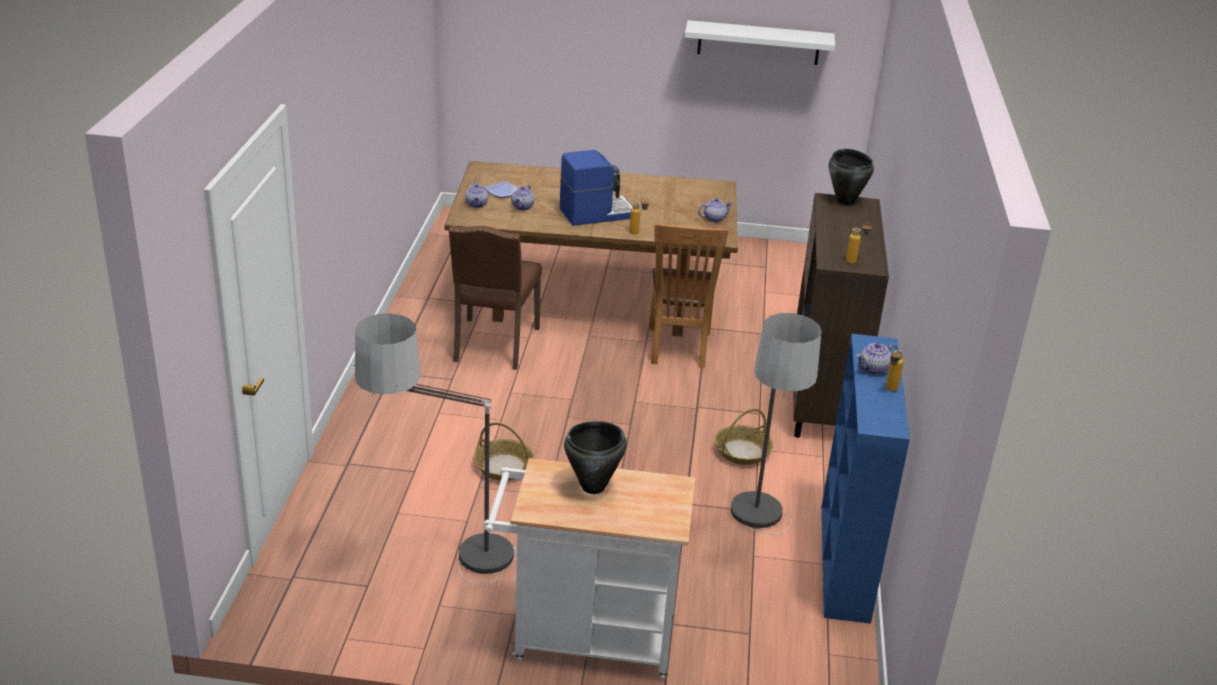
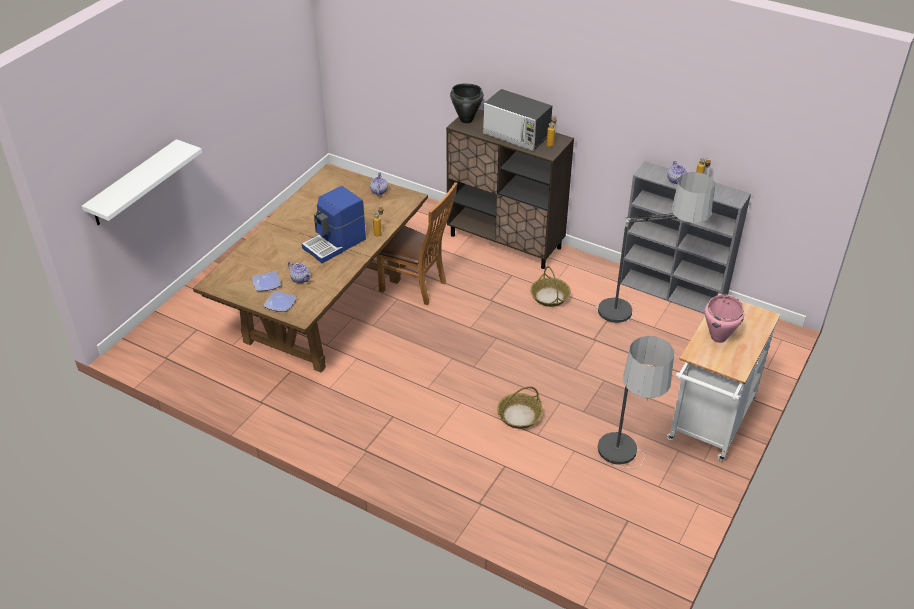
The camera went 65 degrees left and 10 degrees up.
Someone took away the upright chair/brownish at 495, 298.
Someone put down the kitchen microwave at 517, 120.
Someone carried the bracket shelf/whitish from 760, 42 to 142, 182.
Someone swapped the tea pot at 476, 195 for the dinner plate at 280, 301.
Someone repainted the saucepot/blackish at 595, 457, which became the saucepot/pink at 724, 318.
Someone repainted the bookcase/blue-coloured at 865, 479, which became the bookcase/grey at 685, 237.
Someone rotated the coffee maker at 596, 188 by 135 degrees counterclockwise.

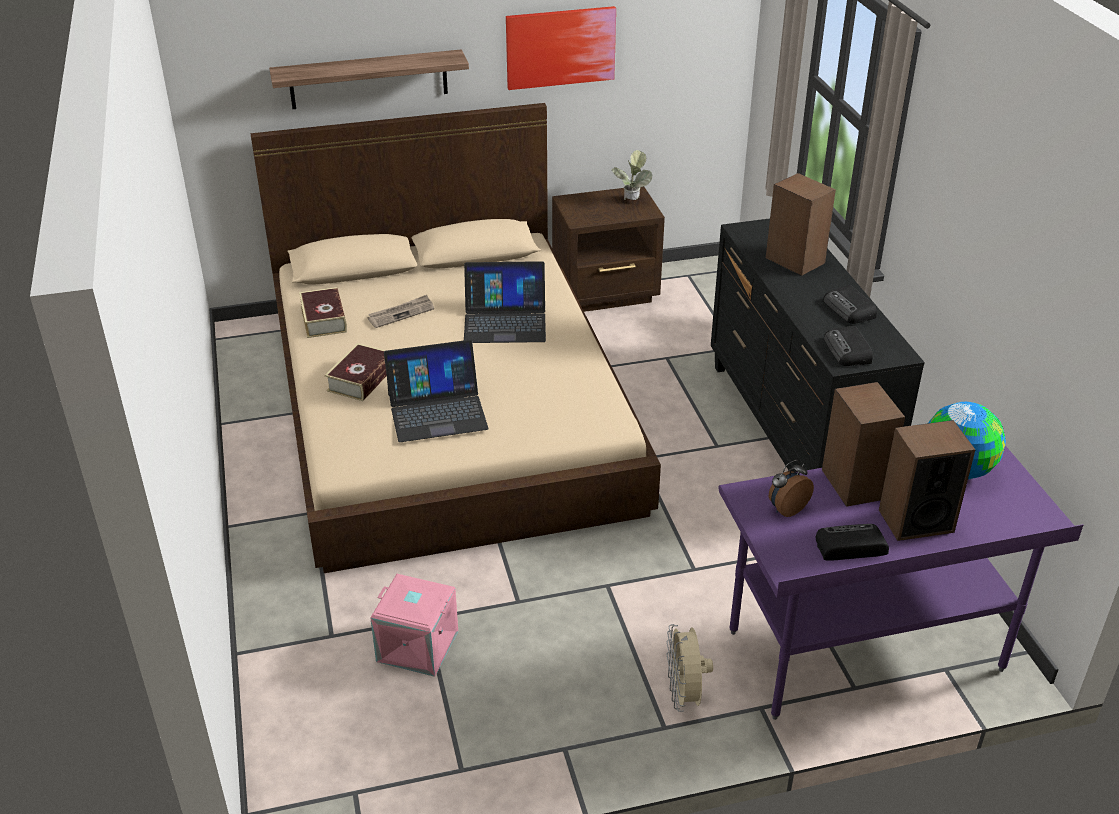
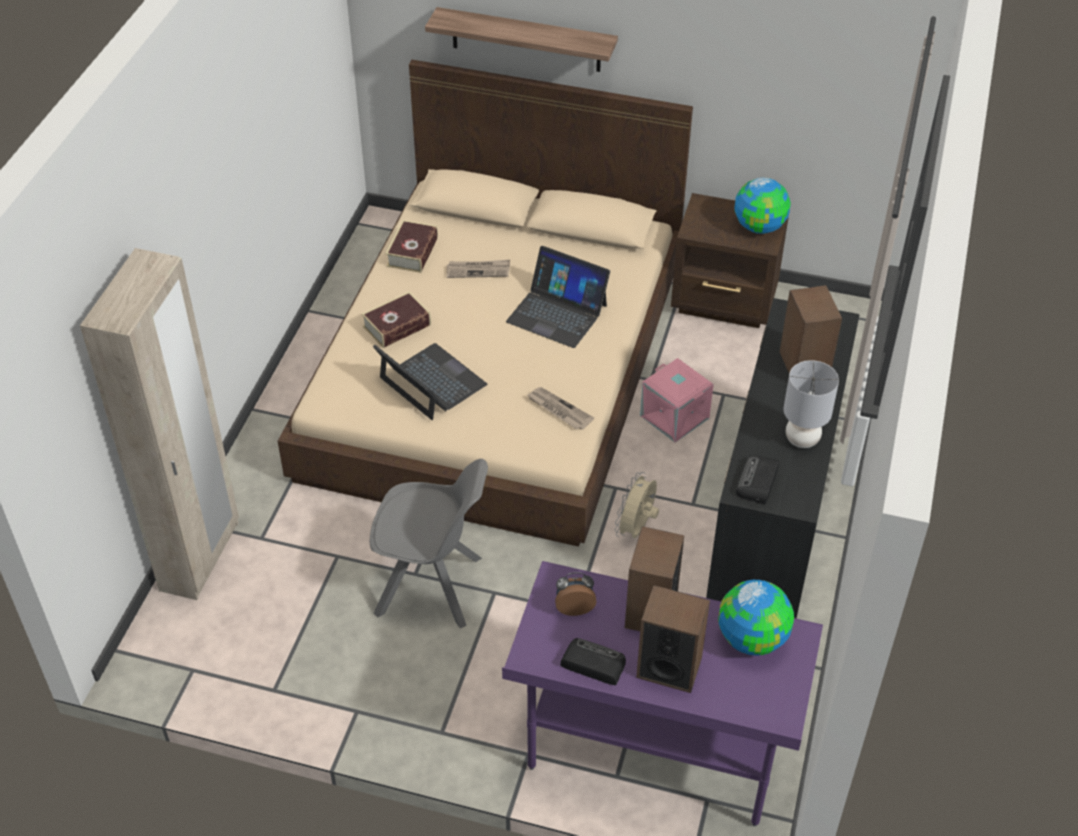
The camera went 30 degrees right and 10 degrees up.
Someone took away the wall picture at 561, 48.
Someone put down the clothes cupboard/beige-coloured at 159, 424.
Someone put down the upright chair/grey at 429, 543.
Someone put down the newspaper at 560, 408.
Someone carried the storage bin/pink from 414, 625 to 677, 400.
Someone carried the cooling fan/beige-coloured from 689, 668 to 637, 505.
Someone swapped the houseplant at 632, 175 for the world globe at 762, 206.
Someone swapped the radio set at 850, 304 for the table lamp/grey at 811, 404.
Someone rotated the notebook computer at 436, 391 by 150 degrees counterclockwise.

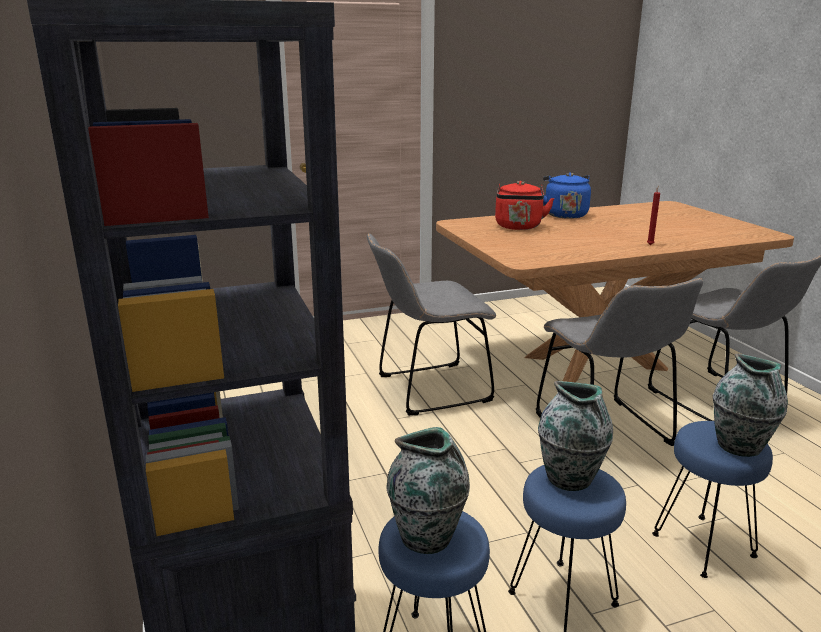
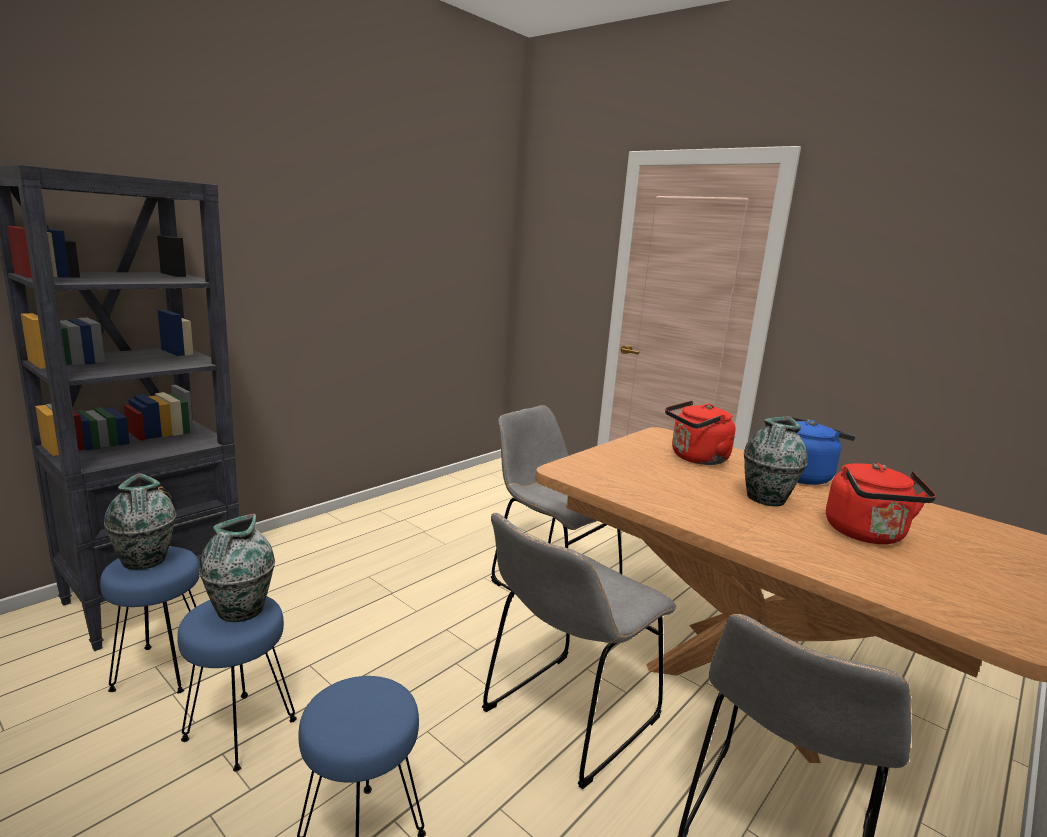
The camera went 60 degrees right and 5 degrees down.
Someone took away the wax light/red-coloured at 653, 215.
Someone put down the tea kettle/red-coloured at 881, 503.
Someone carried the decorative vase from 750, 405 to 775, 461.

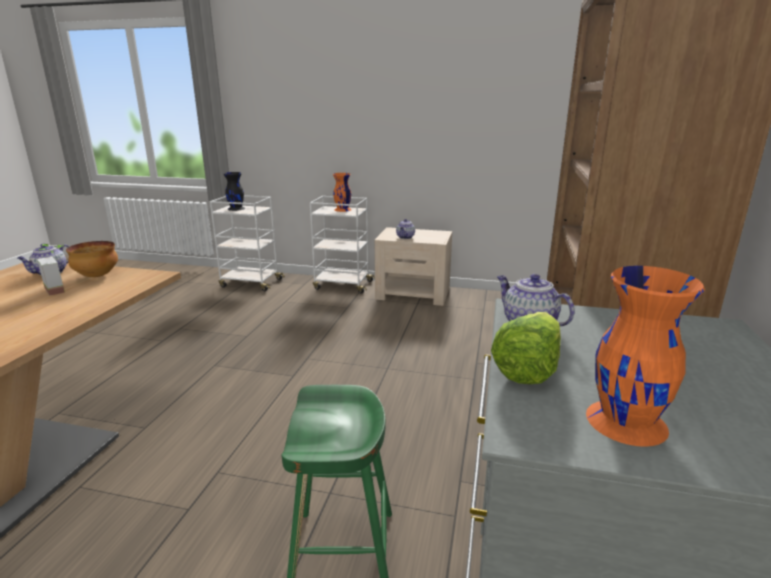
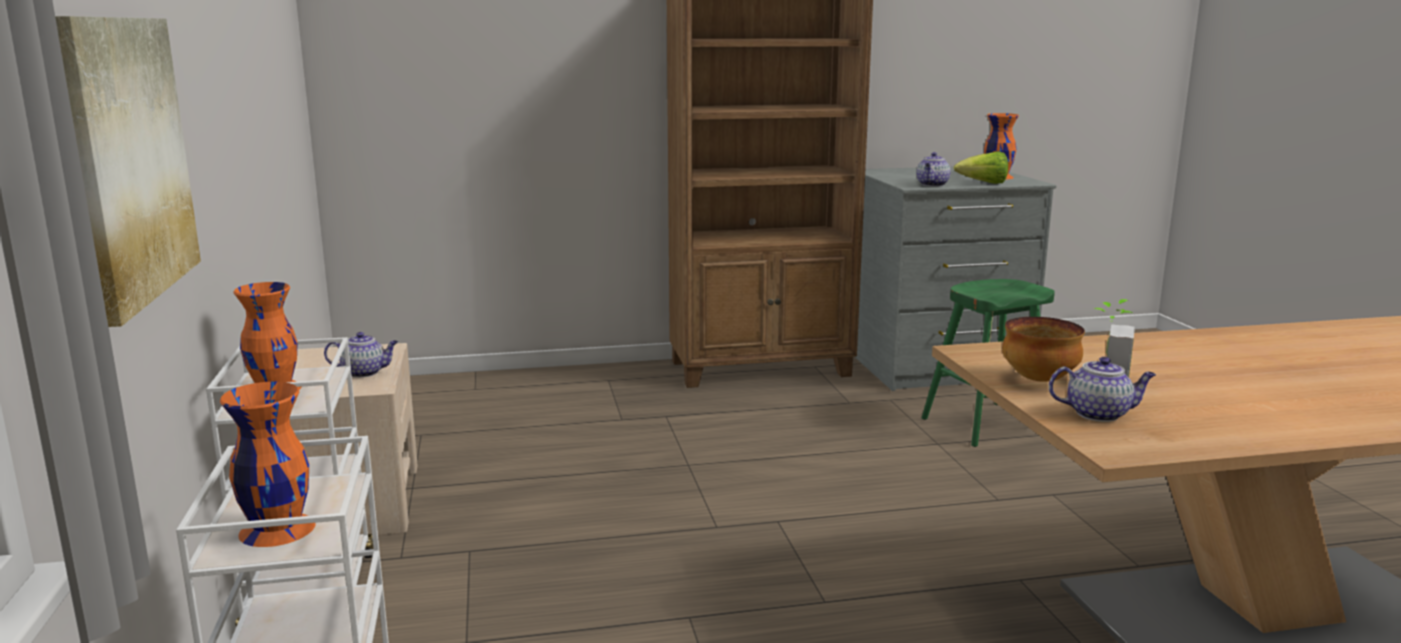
The camera went 115 degrees left and 5 degrees down.
Someone put up the wall picture at 128, 171.
Someone repainted the decorative vase/blackish at 234, 191, which became the decorative vase/orange-coloured at 268, 464.

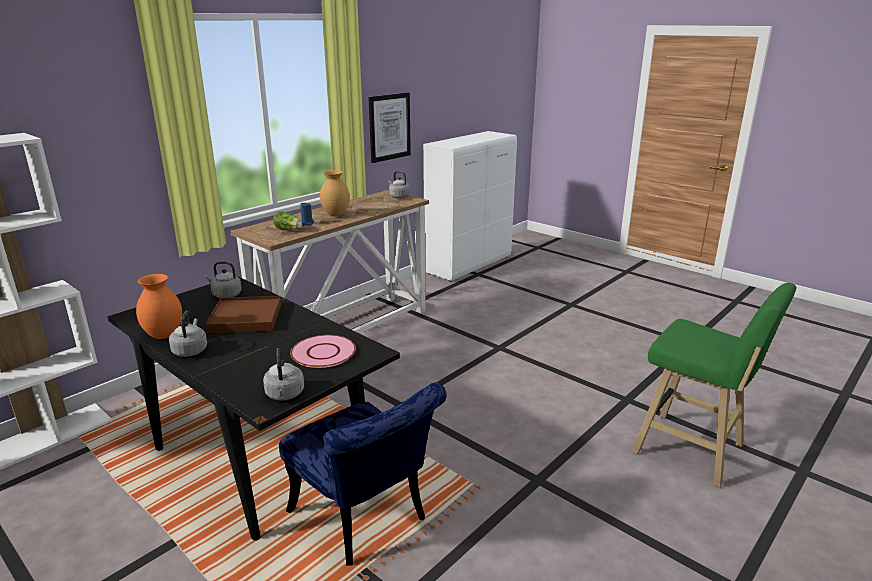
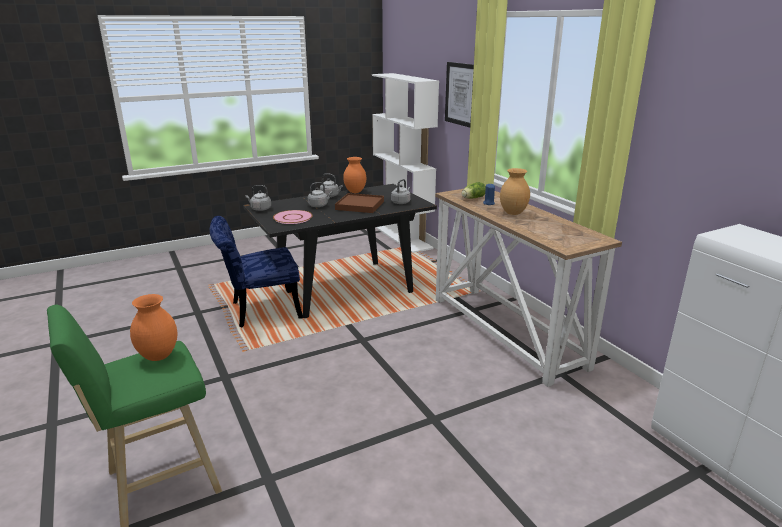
The camera went 110 degrees right and 0 degrees up.
Someone put down the decorative vase/orange-coloured at 153, 327.
Someone carried the wall picture from 389, 128 to 459, 95.
Someone carried the tea kettle/grey from 399, 185 to 320, 194.

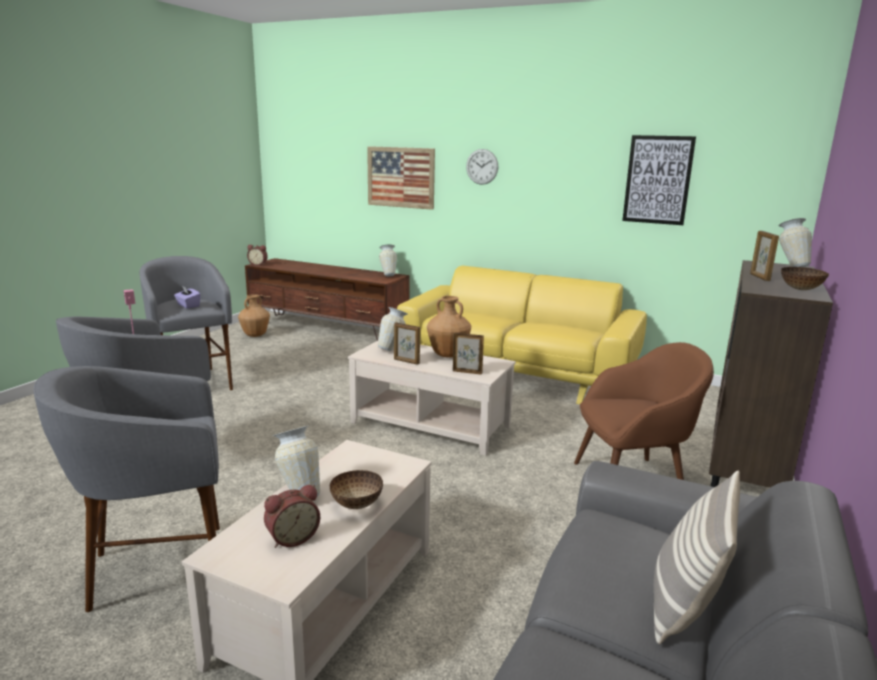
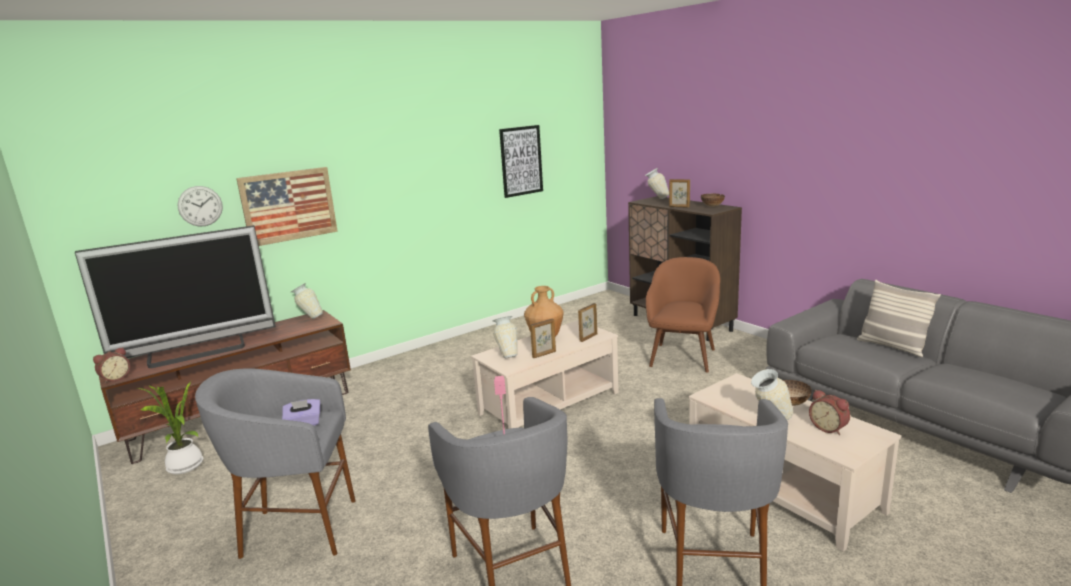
The camera went 60 degrees left and 0 degrees up.
Someone took away the couch/yellow at 522, 335.
Someone put down the TV at 175, 296.
Someone carried the hanging clock from 482, 167 to 200, 206.
Someone swapped the decorative vase/brownish at 254, 315 for the houseplant at 169, 427.
Someone rotated the bedside clock at 292, 516 by 150 degrees clockwise.

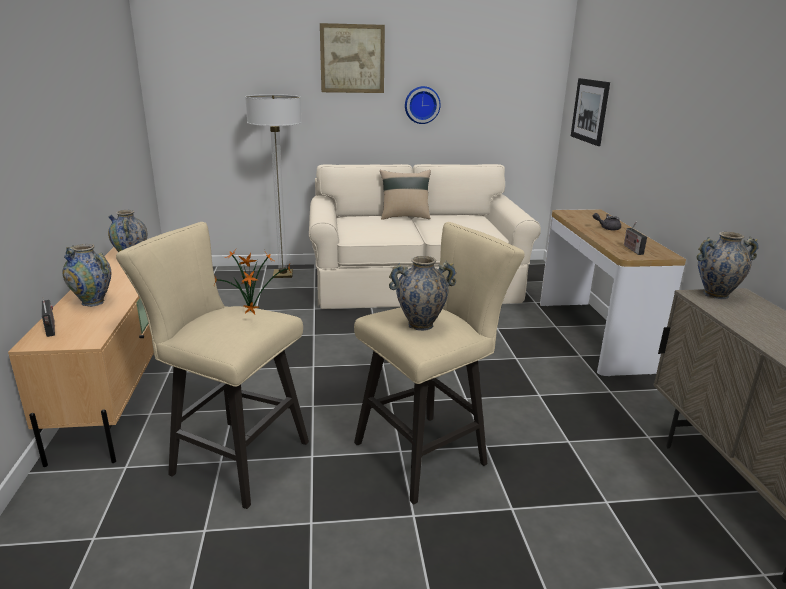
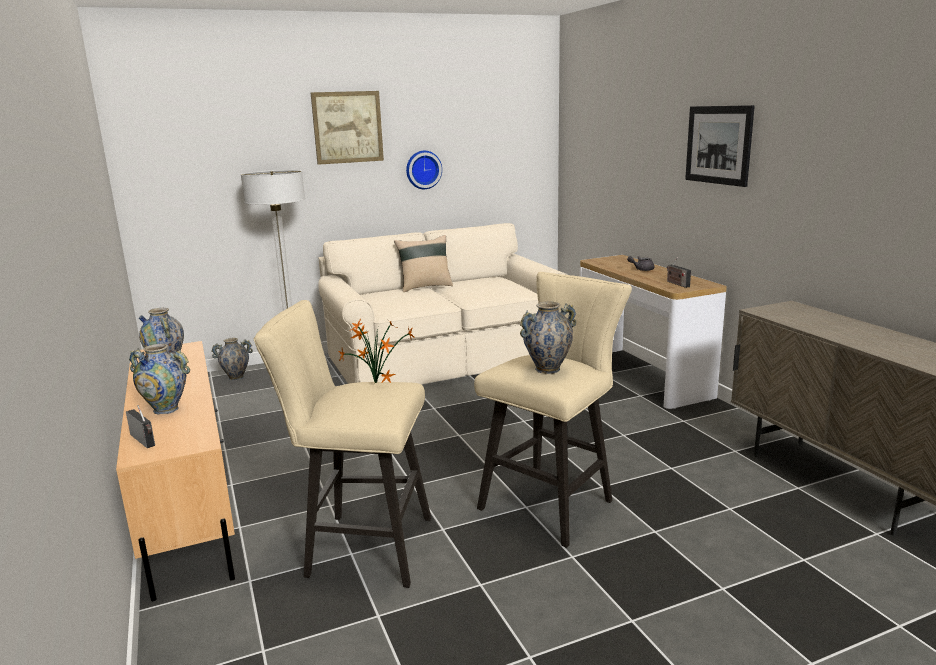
The camera went 15 degrees left and 5 degrees down.
Someone carried the wall picture from 590, 112 to 720, 146.
Someone carried the decorative vase from 728, 265 to 232, 359.

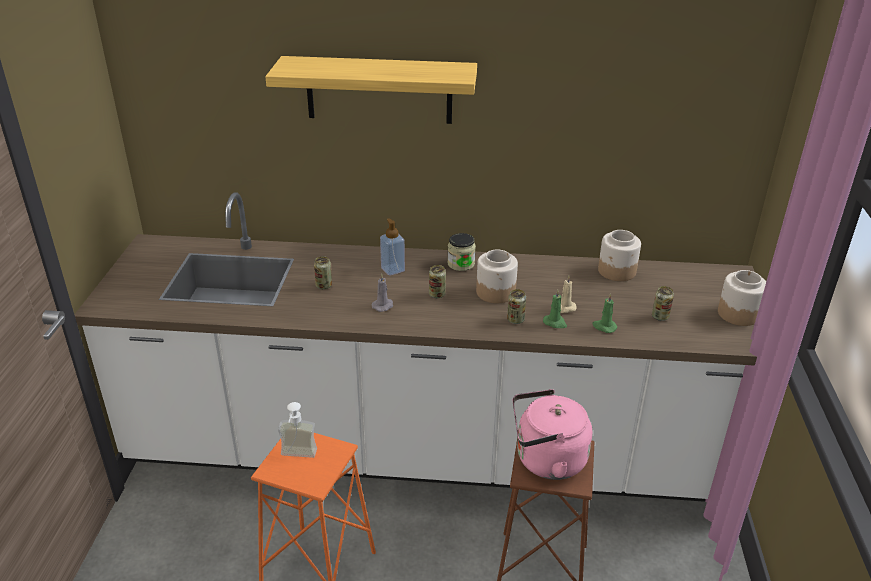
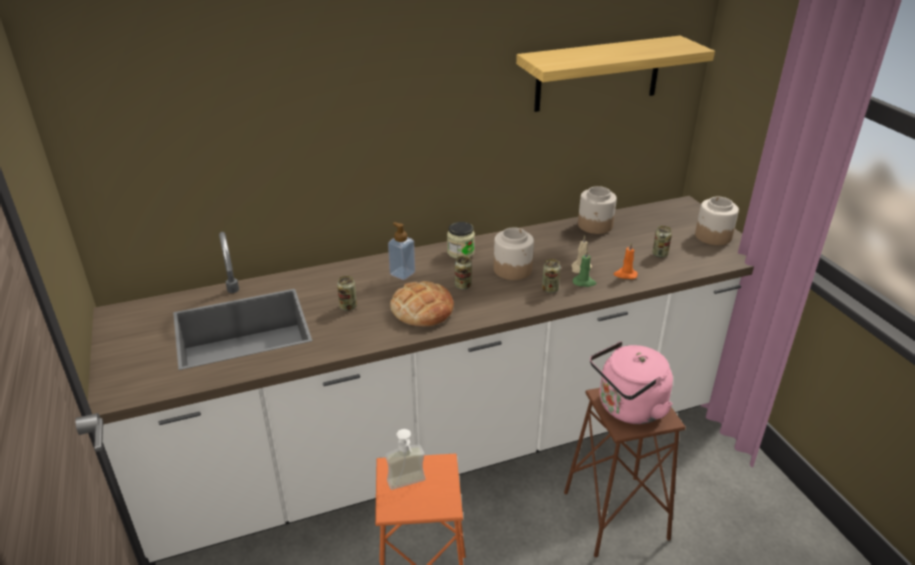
The camera went 25 degrees left and 0 degrees up.
Someone carried the bracket shelf from 371, 90 to 615, 74.
Someone swapped the wax light/grey at 382, 292 for the bakery bread at 422, 304.
Someone repainted the wax light/green-coloured at 604, 313, which became the wax light/orange-coloured at 626, 261.

